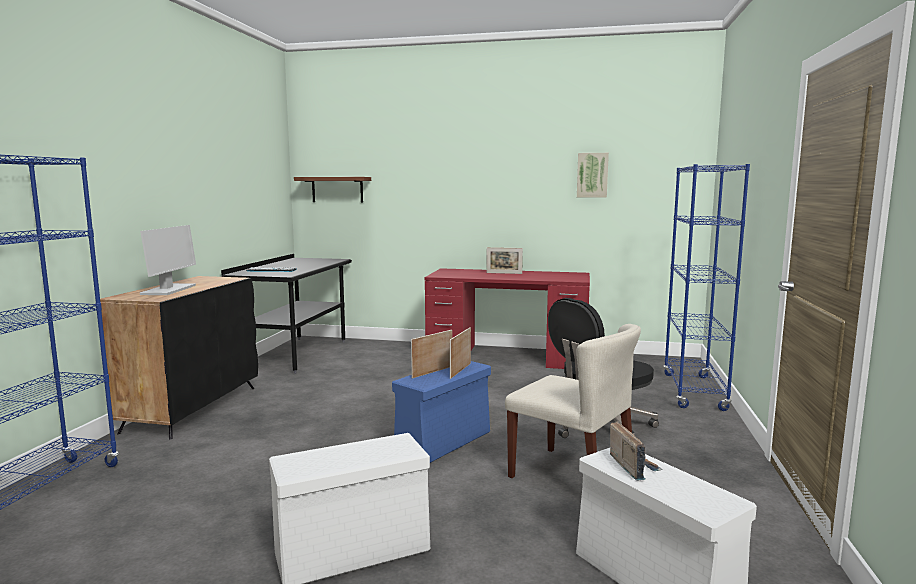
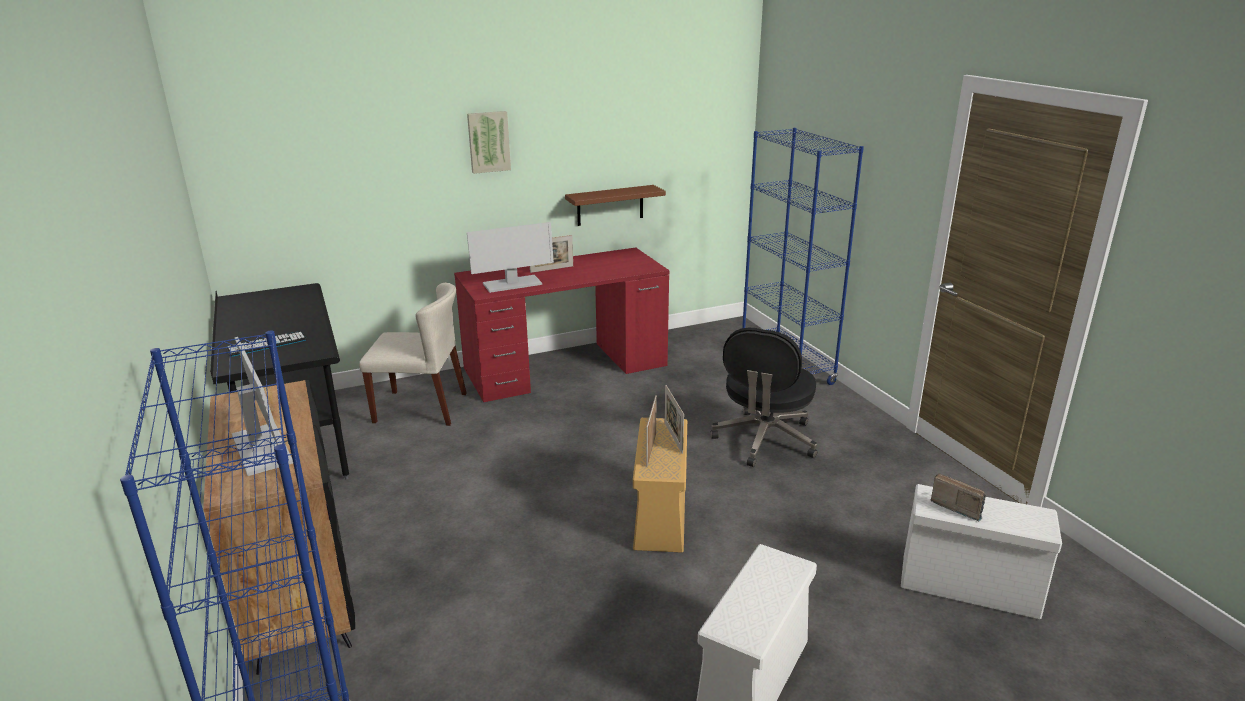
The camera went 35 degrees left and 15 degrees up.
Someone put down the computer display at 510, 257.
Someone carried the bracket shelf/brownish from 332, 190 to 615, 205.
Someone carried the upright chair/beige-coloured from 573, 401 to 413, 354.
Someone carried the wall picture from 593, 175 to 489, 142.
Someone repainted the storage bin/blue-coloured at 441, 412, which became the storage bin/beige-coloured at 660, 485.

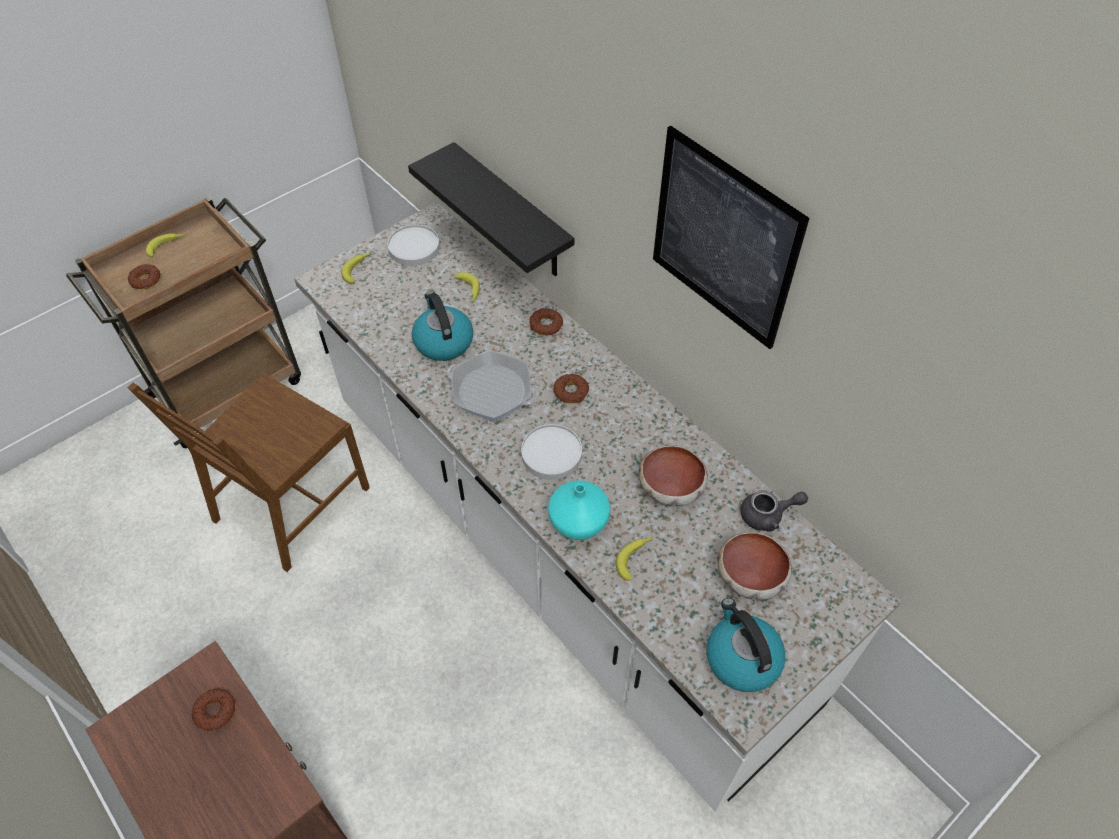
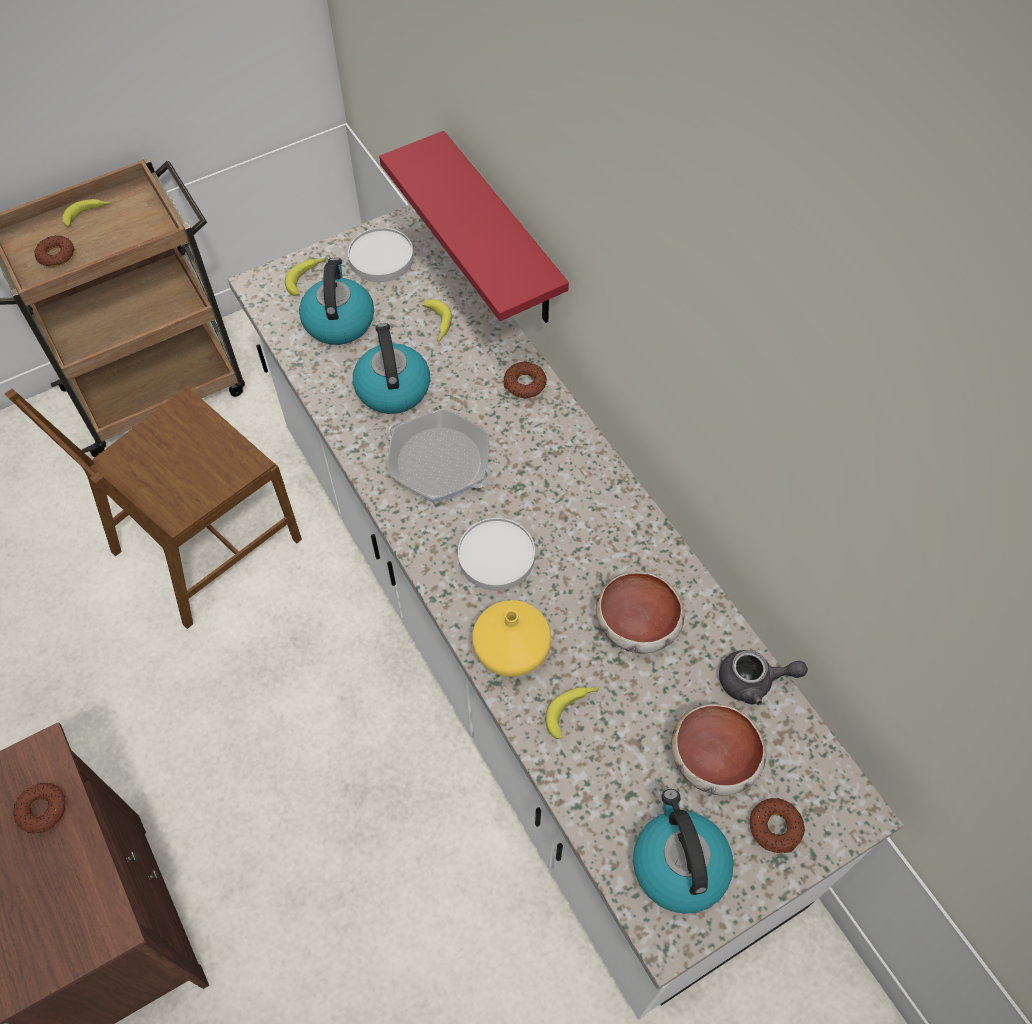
The camera went 10 degrees right and 5 degrees up.
Someone took away the wall picture at 731, 237.
Someone put down the tea kettle at 336, 301.
Someone carried the doughnut from 571, 388 to 777, 825.
Someone repainted the bracket shelf/blackish at 491, 209, which became the bracket shelf/red-coloured at 474, 227.
Someone repainted the decorative vase/blue-green at 579, 510, which became the decorative vase/yellow at 511, 638.

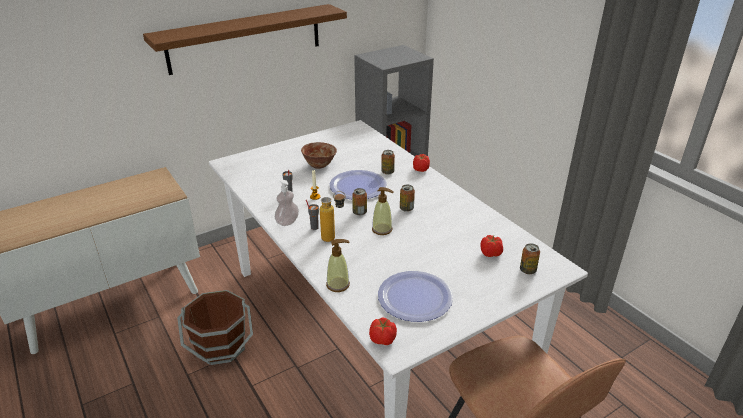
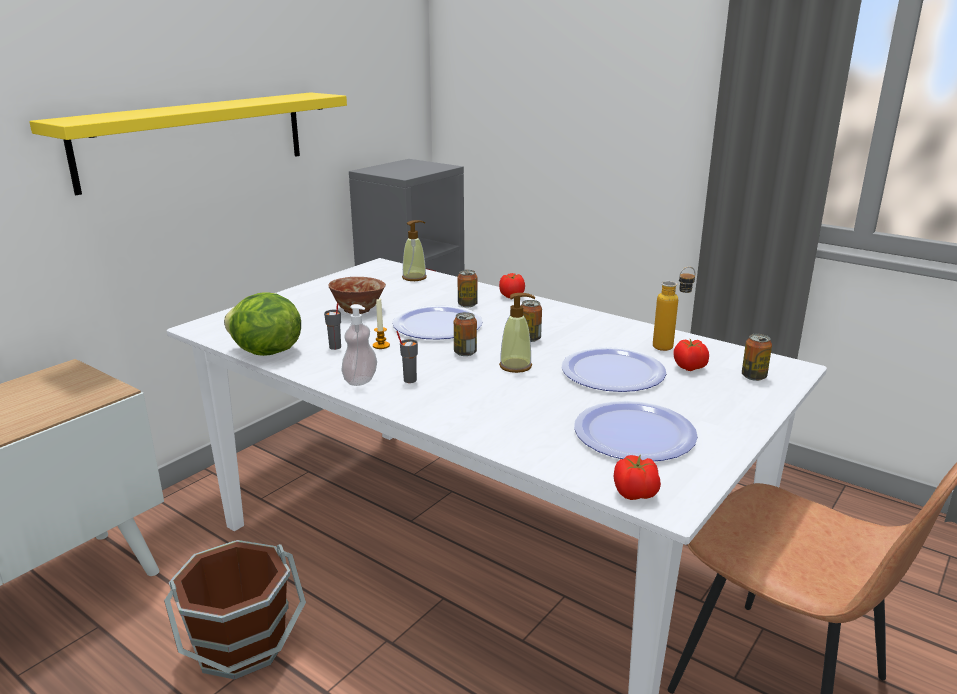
The camera went 20 degrees left and 10 degrees down.
Someone put down the lettuce at 262, 324.
Someone put down the dinner plate at 614, 369.
Someone carried the bottle from 333, 216 to 674, 309.
Someone carried the soap bottle from 338, 265 to 414, 250.
Someone repainted the bracket shelf/brownish at 245, 39, which became the bracket shelf/yellow at 188, 143.

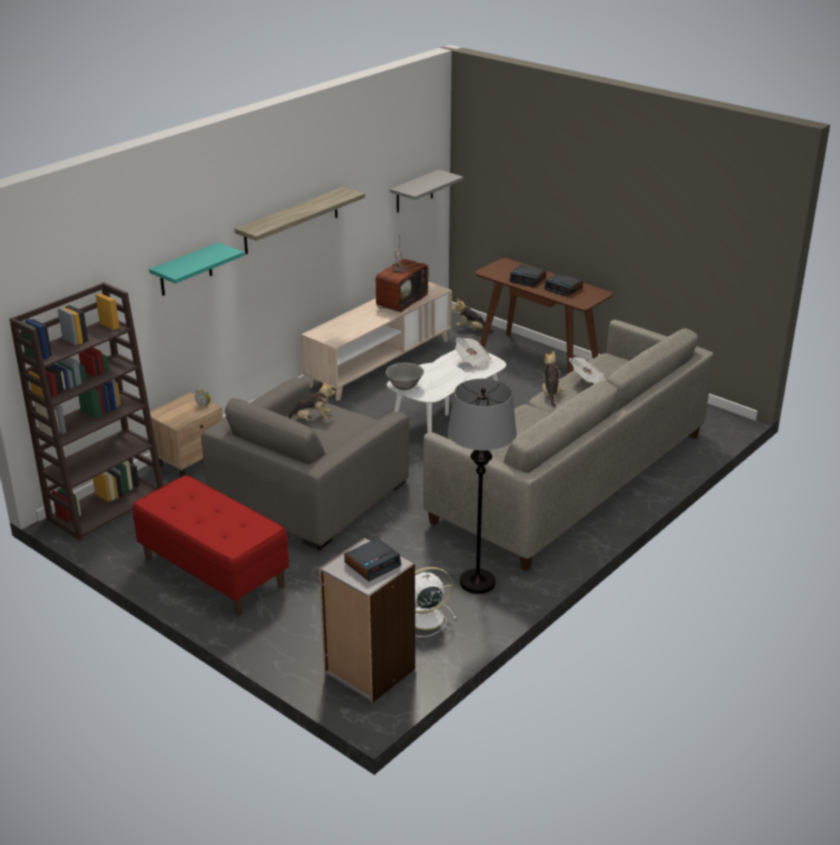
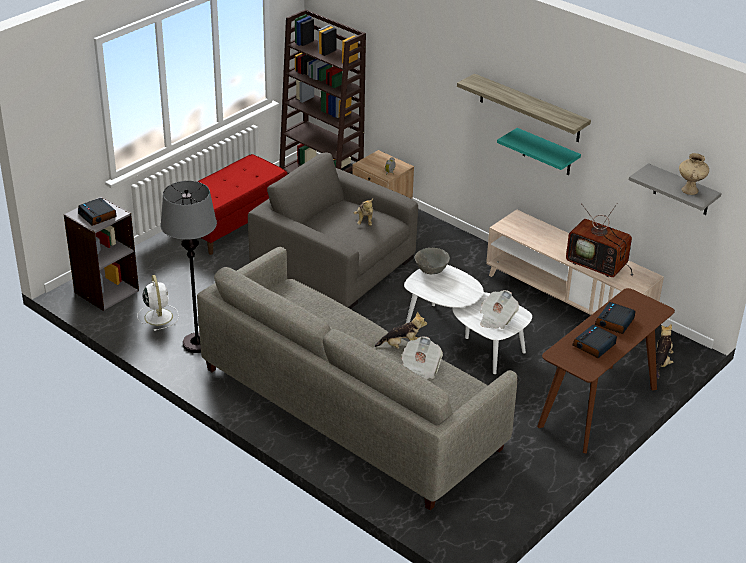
The camera went 90 degrees right and 5 degrees up.
Someone put down the decorative vase/beige-coloured at 694, 174.
Someone carried the bracket shelf/blue-green from 196, 269 to 539, 151.

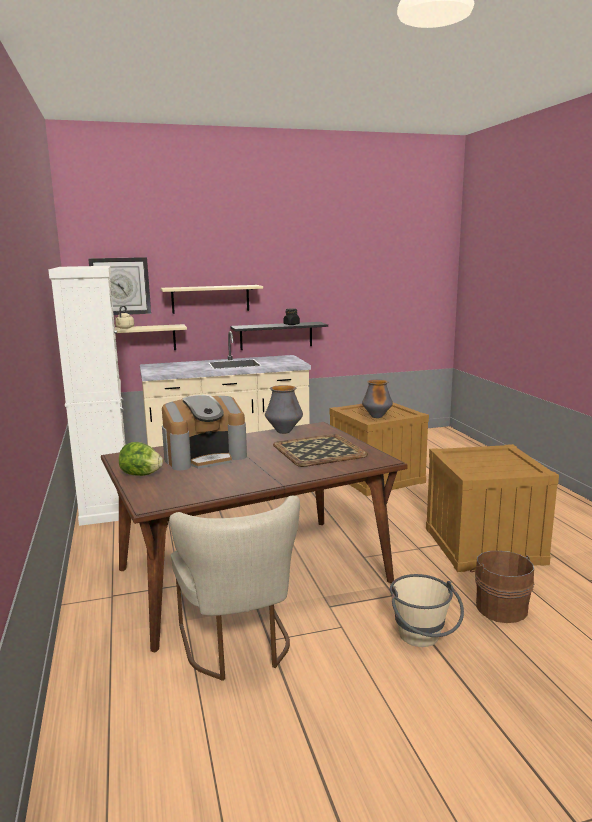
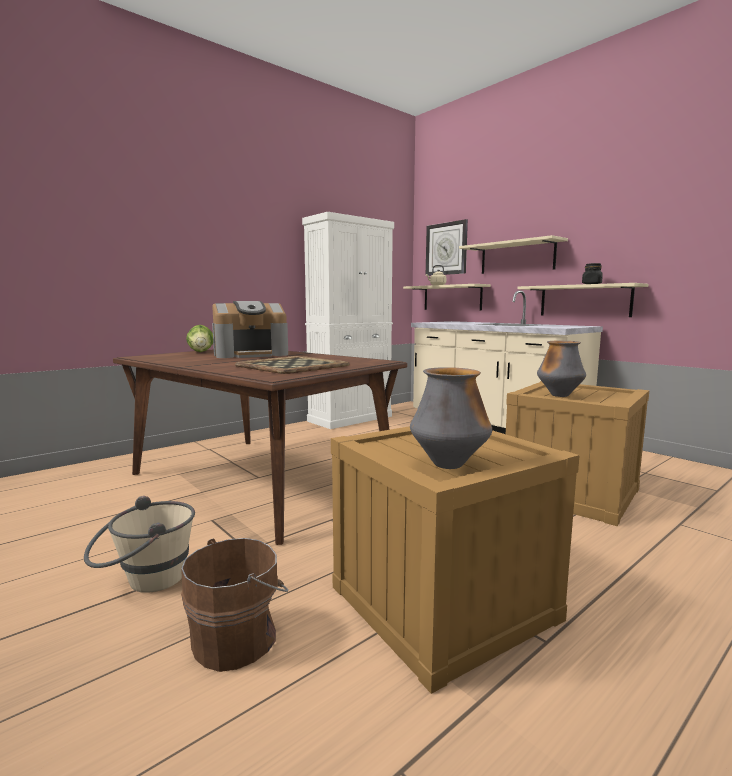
The camera went 65 degrees right and 5 degrees down.
Someone took away the upright chair/beige-coloured at 234, 588.
Someone carried the decorative vase from 284, 409 to 451, 418.
Someone repainted the bracket shelf/blackish at 279, 336, which became the bracket shelf/beige-coloured at 583, 300.
Someone rotated the coffee maker at 204, 432 by 60 degrees counterclockwise.

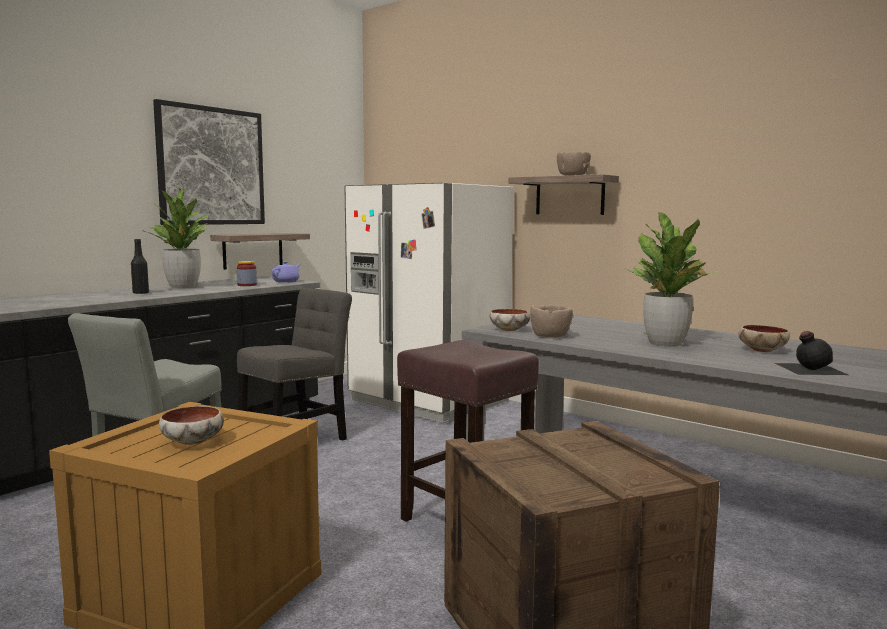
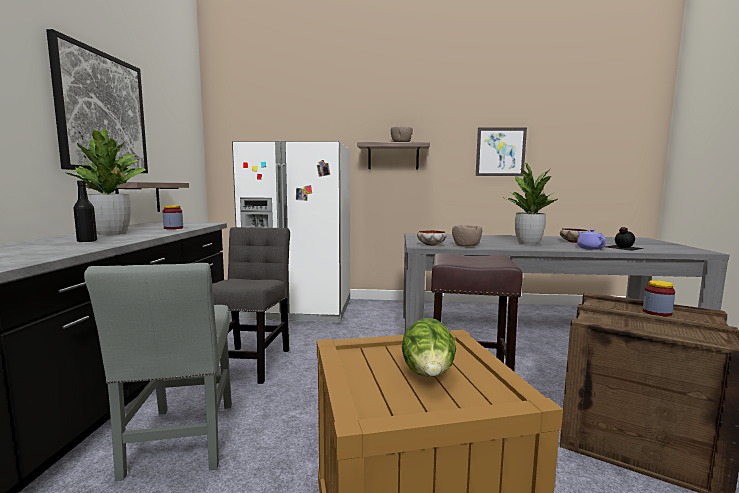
The camera went 35 degrees left and 0 degrees up.
Someone put up the wall picture at 501, 151.
Someone put down the storage jar at 659, 298.
Someone carried the tea pot/purple-coloured from 285, 272 to 591, 239.
Someone swapped the serving bowl at 191, 425 for the lettuce at 429, 347.

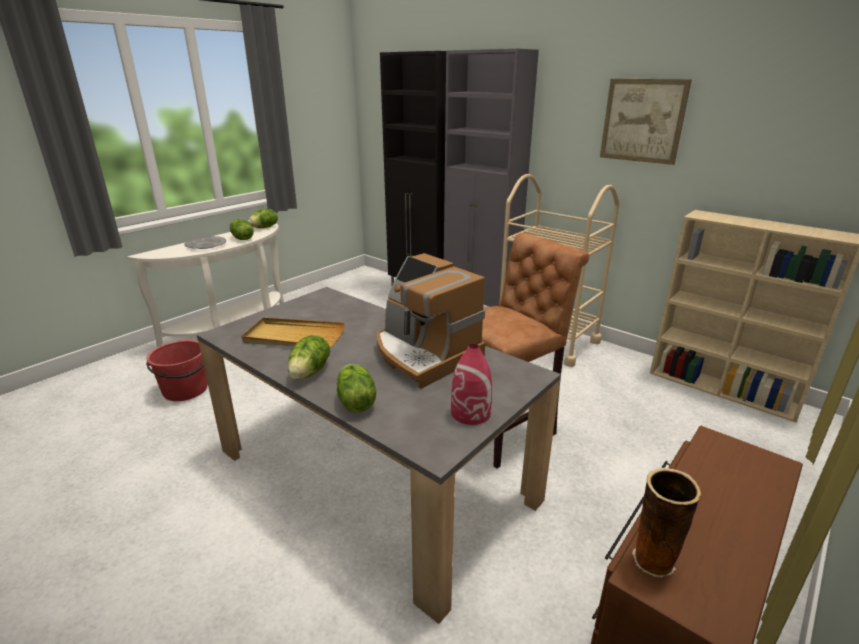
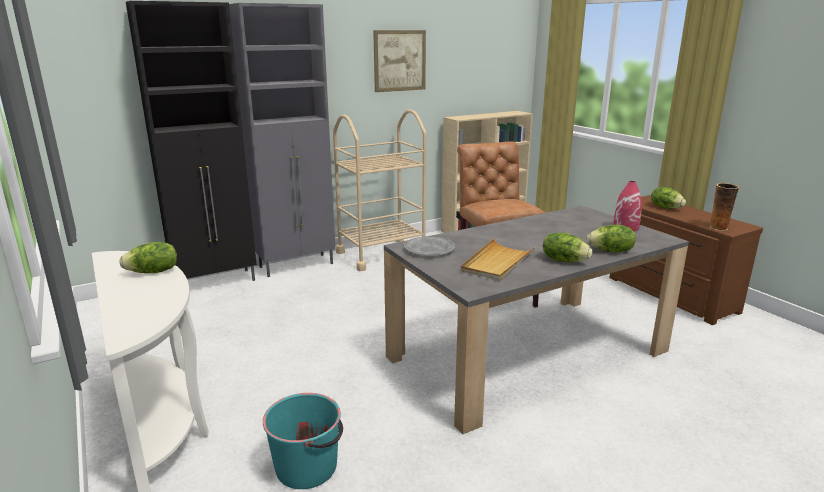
The camera went 70 degrees left and 5 degrees down.
Someone took away the coffee maker at 431, 321.
Someone carried the dinner plate/grey from 205, 242 to 429, 246.
Someone carried the lettuce from 263, 218 to 668, 198.
Someone repainted the water bucket/red-coloured at 177, 370, which became the water bucket/blue-green at 303, 441.

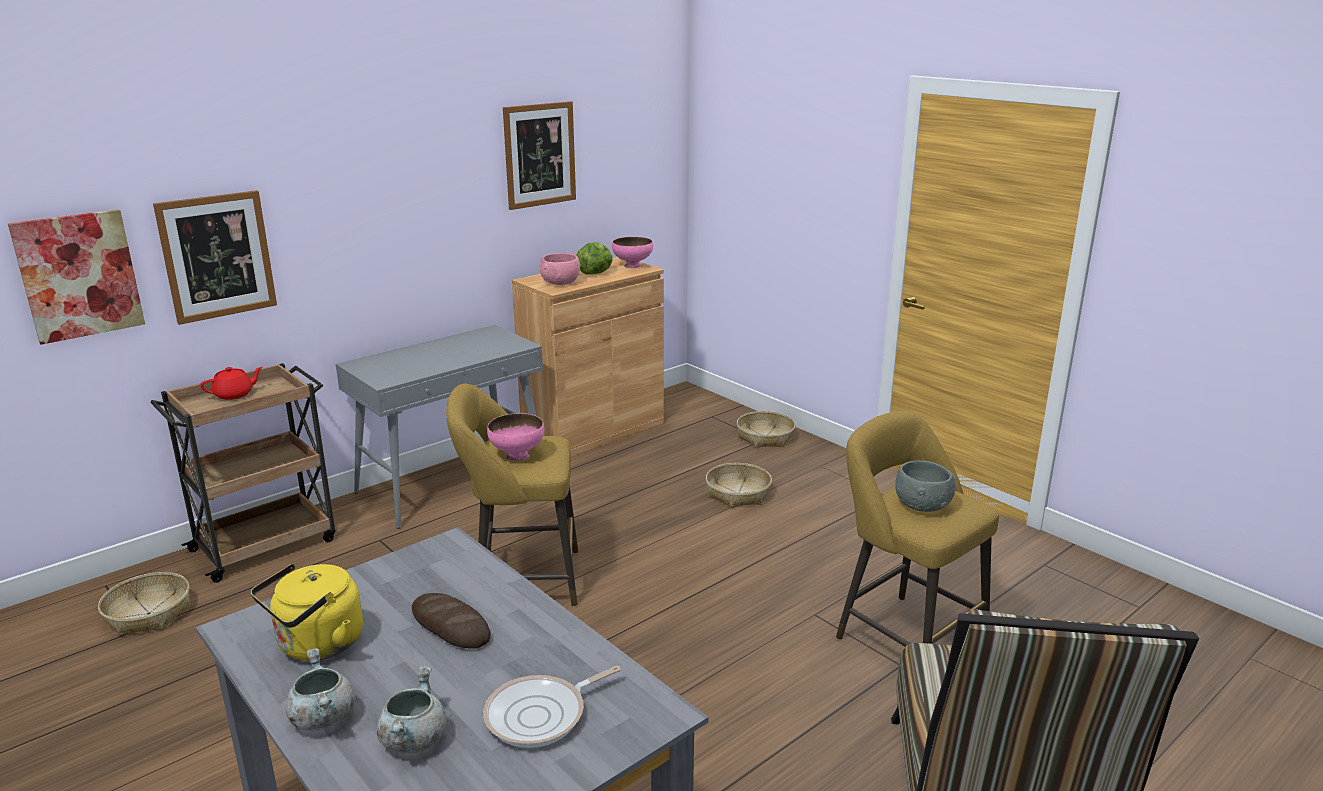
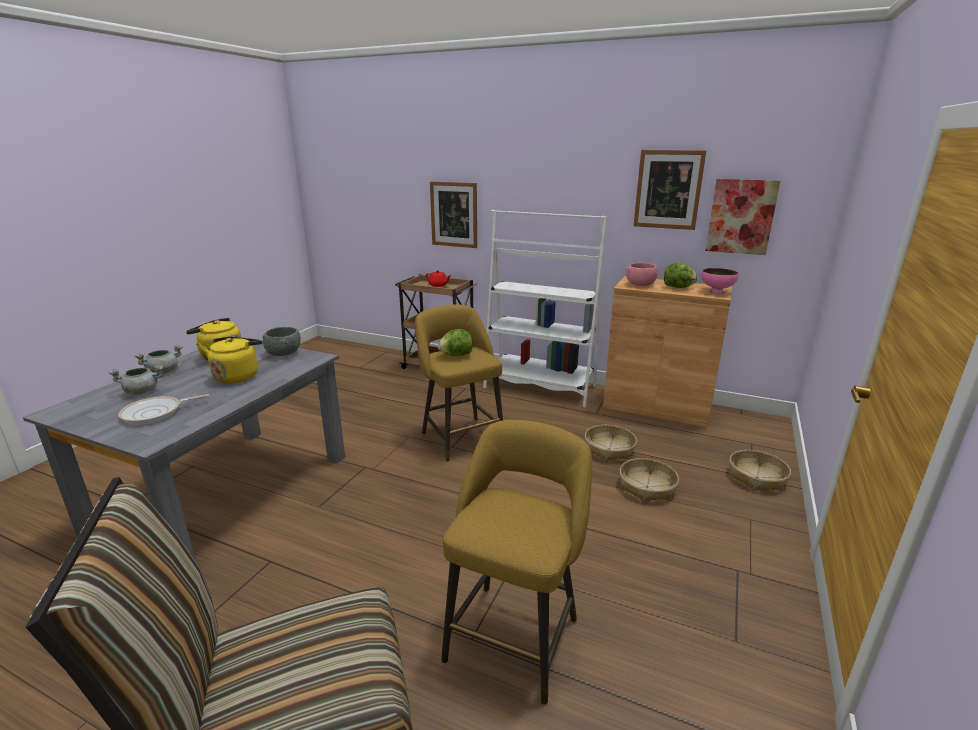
The camera went 65 degrees right and 0 degrees up.
Someone carried the wall picture from 76, 277 to 742, 217.
Someone carried the household basket from 144, 604 to 611, 443.
Someone carried the serving bowl/grey from 925, 486 to 282, 341.
Someone swapped the console table/grey at 439, 427 for the bookcase/whitish at 545, 308.
Someone swapped the bakery bread at 451, 621 for the tea kettle/yellow at 233, 360.
Someone swapped the serving bowl/pink at 516, 437 for the lettuce at 455, 342.
Someone rotated the frying pan at 552, 707 by 60 degrees counterclockwise.

